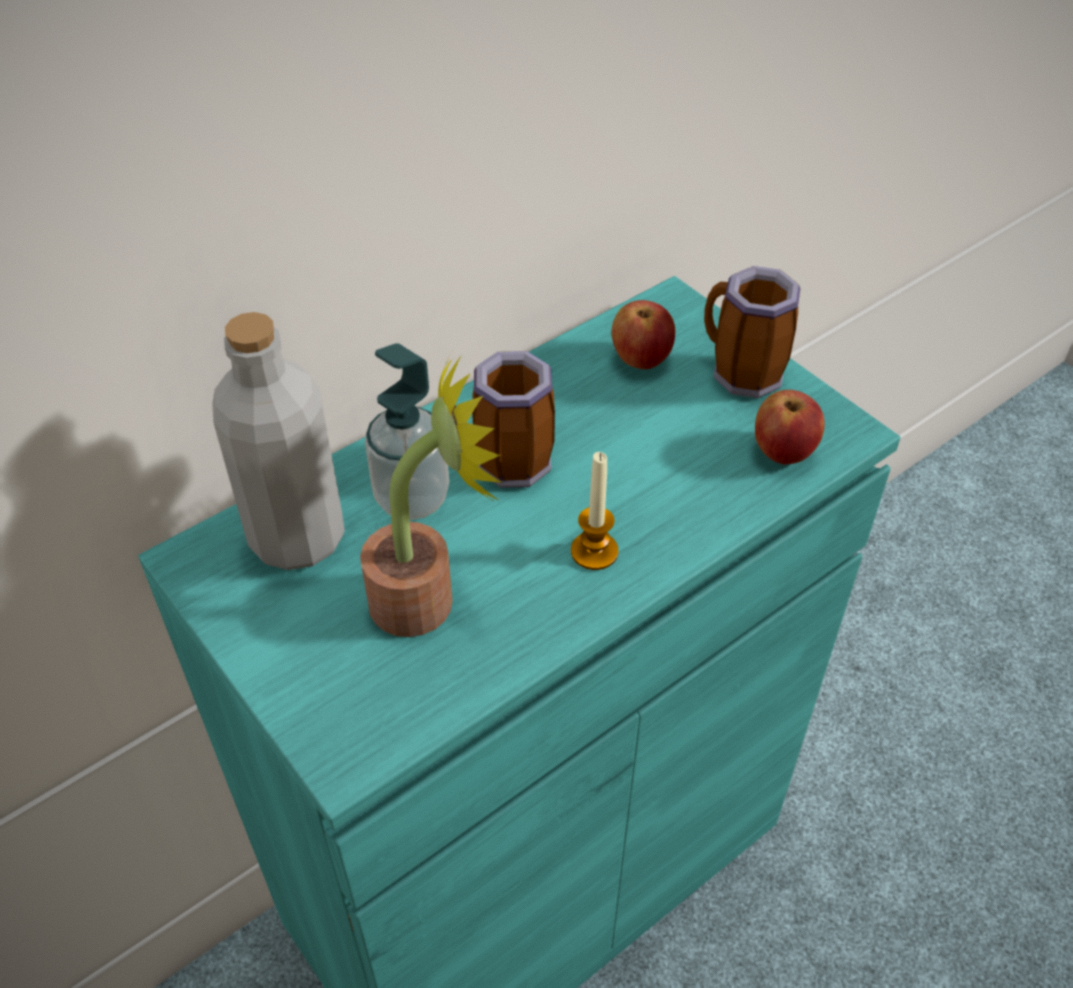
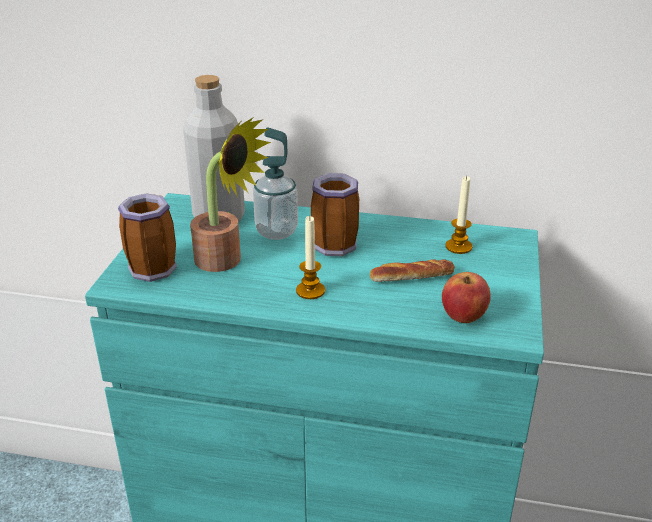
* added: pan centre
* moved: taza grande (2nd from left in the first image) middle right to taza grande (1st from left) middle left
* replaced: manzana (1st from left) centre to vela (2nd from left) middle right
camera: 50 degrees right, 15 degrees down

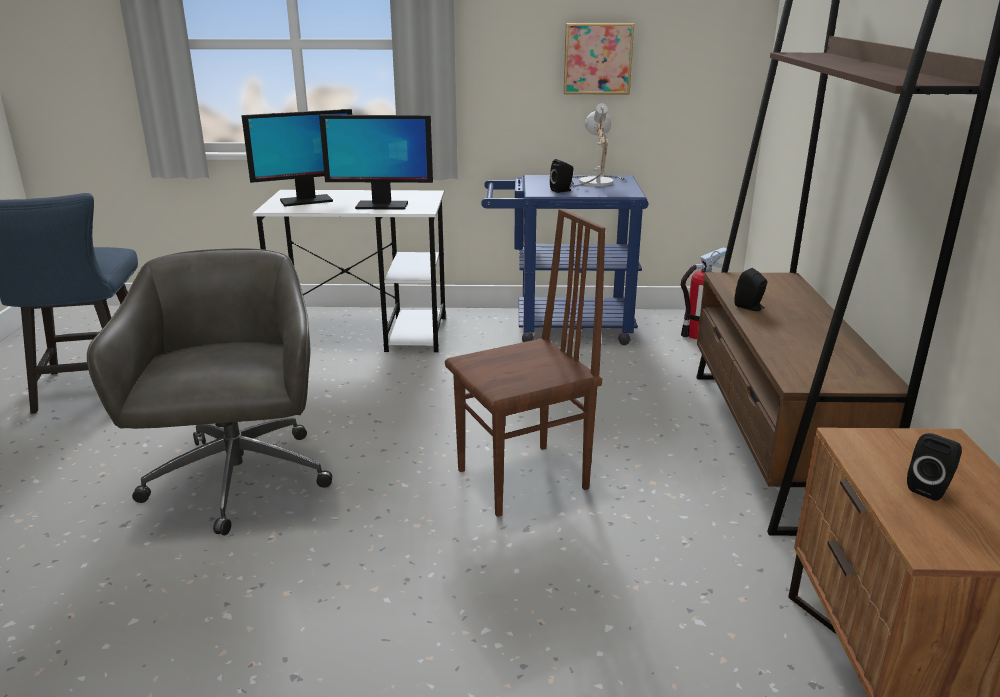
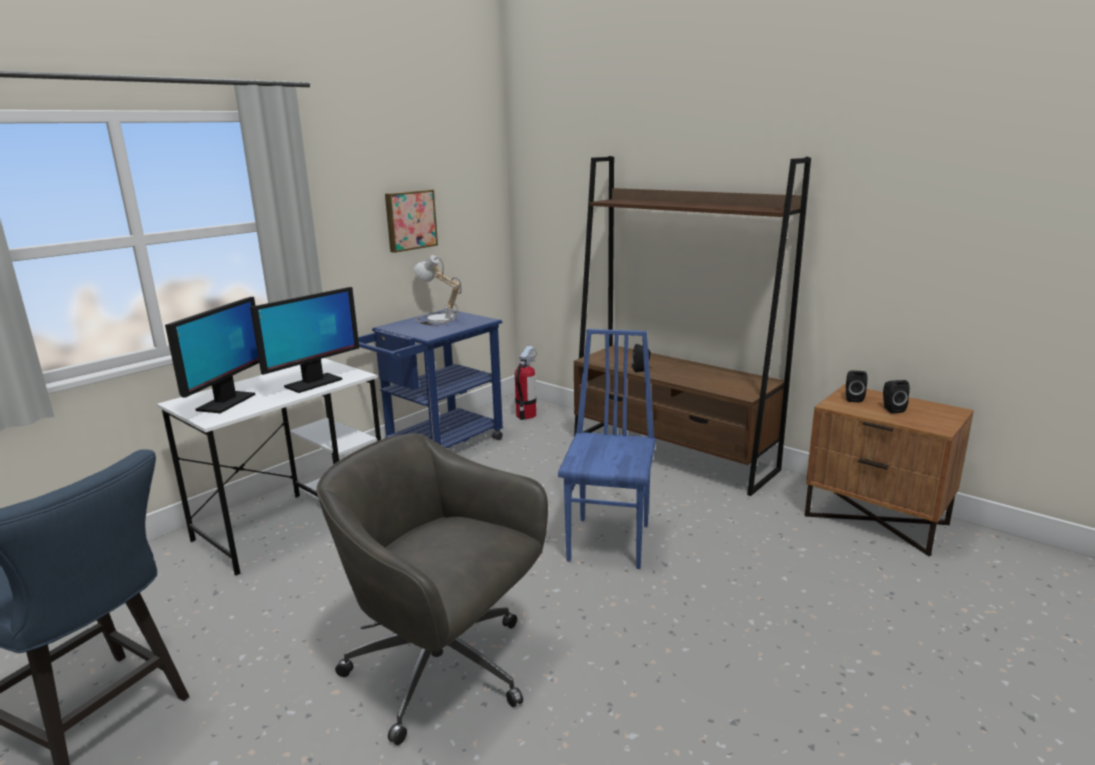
* moved: altavoz/negro (1st from left in the first image) top centre to altavoz/negro (2nd from left) middle right
* recoloured: silla/marrón centre to silla/azul (2nd from left) centre
camera: 50 degrees left, 5 degrees down

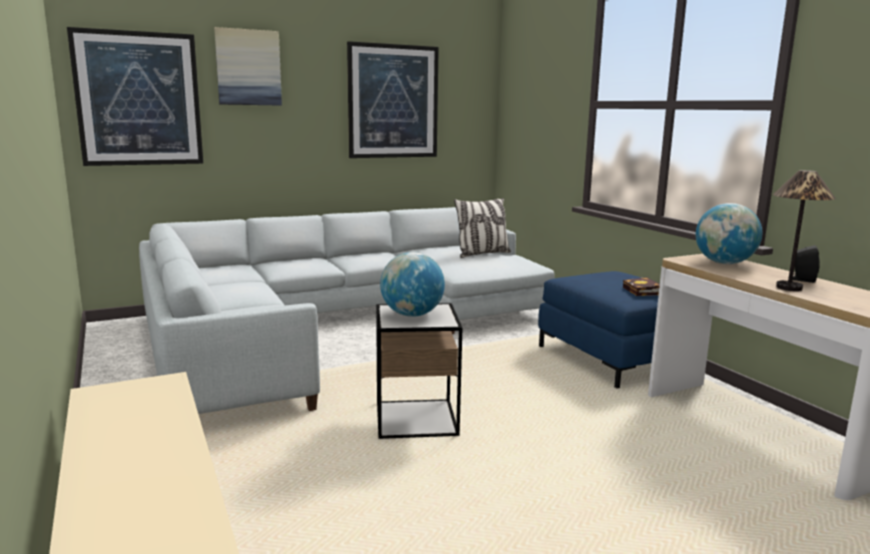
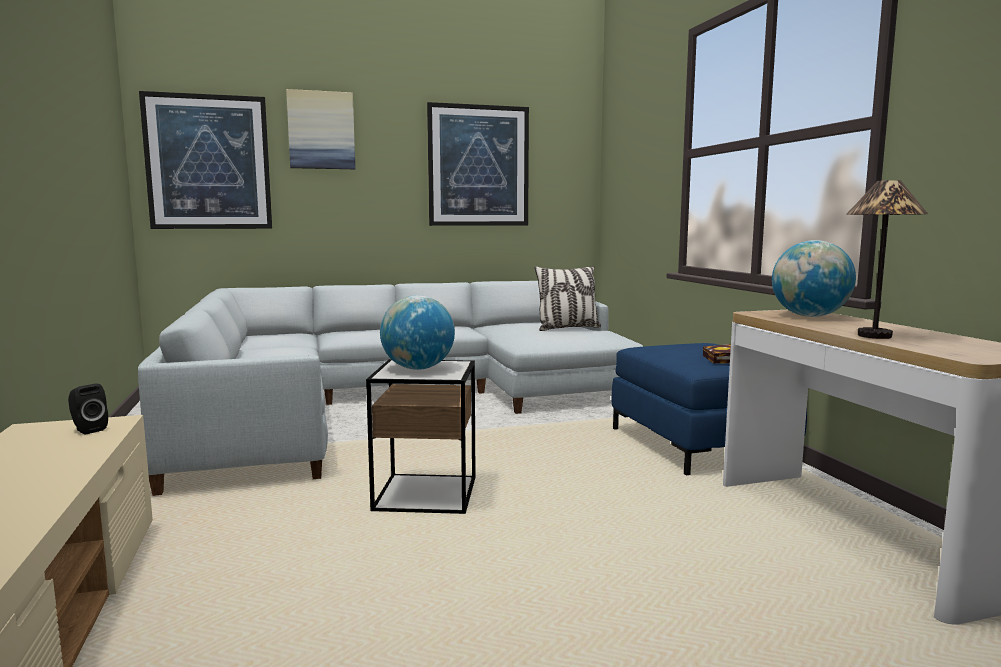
* moved: altavoz/negro middle right to middle left
camera: 10 degrees right, 5 degrees down

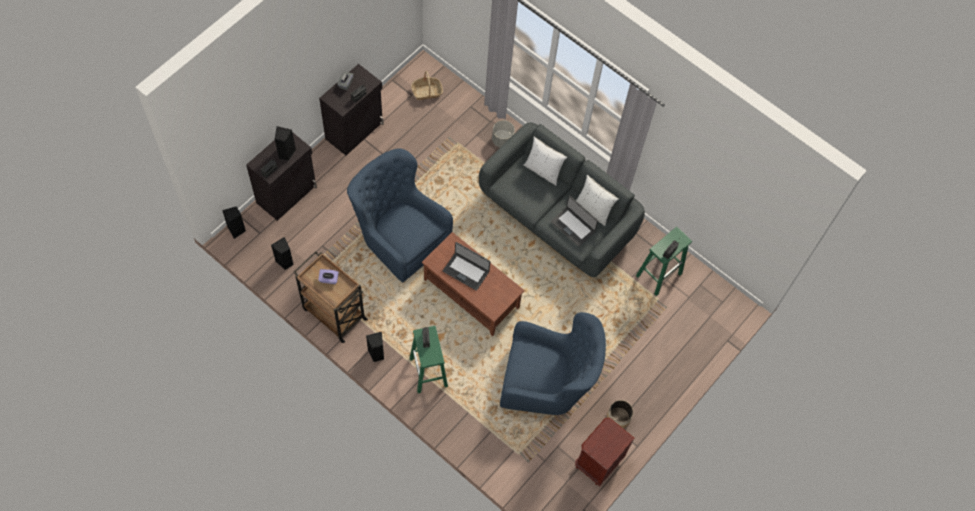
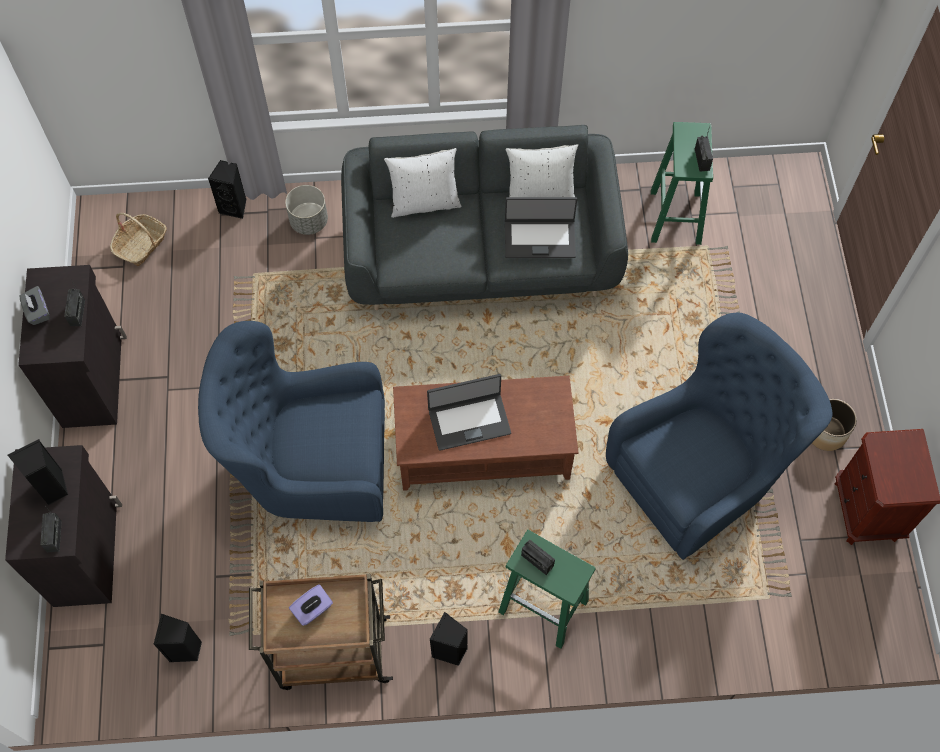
* moved: altavoz/negro (1st from left in the first image) middle left to altavoz/negro (3rd from left) top left
camera: 40 degrees left, 0 degrees up

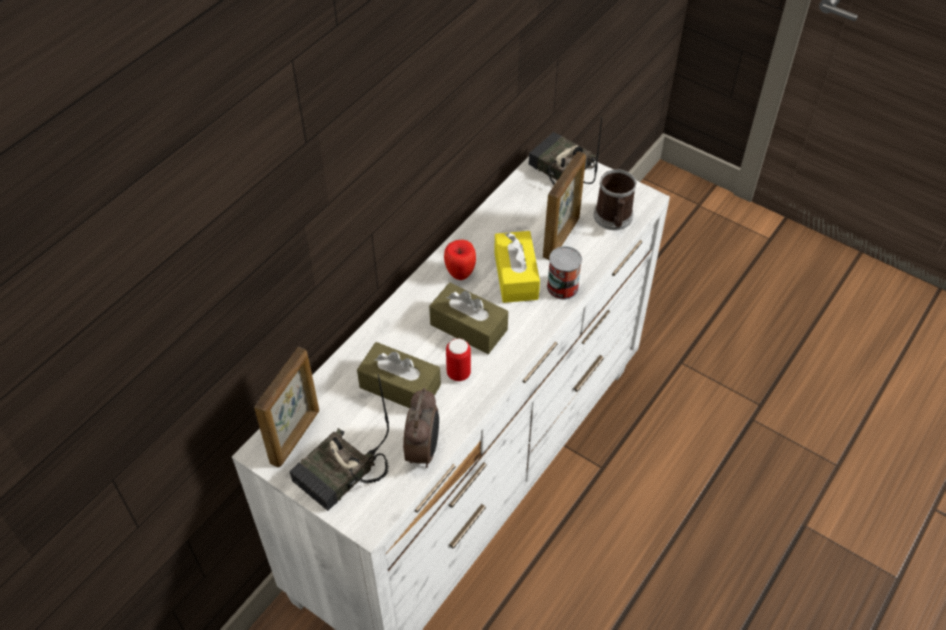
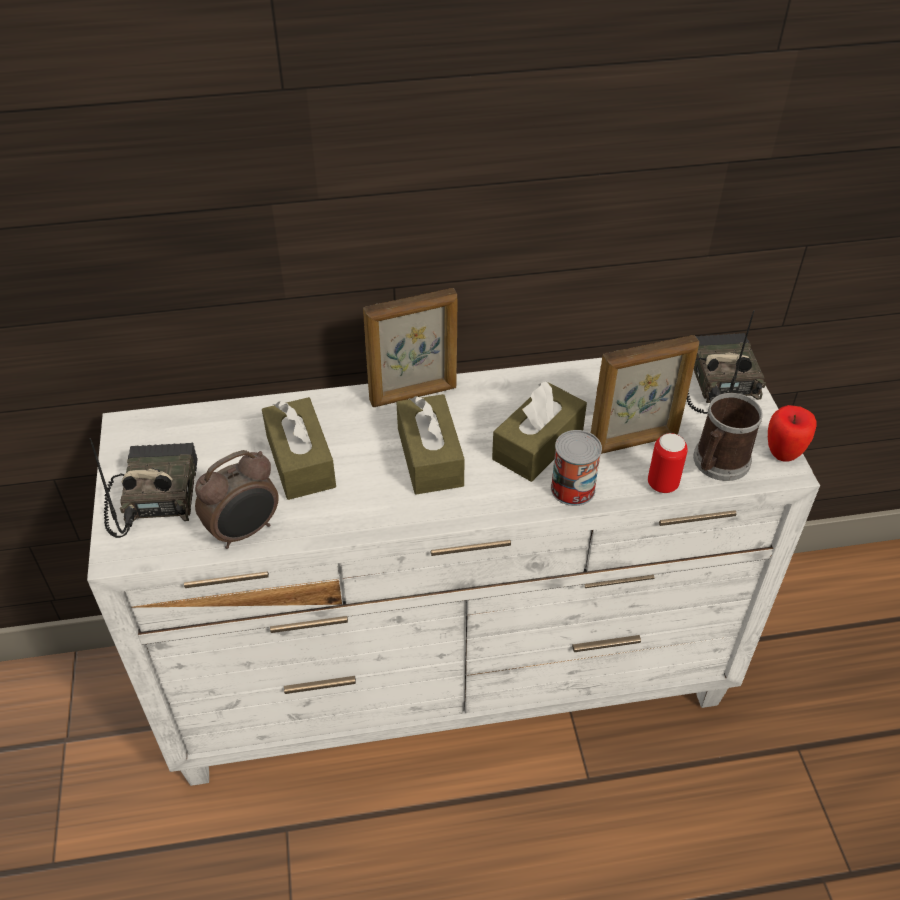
* moved: portarretratos (1st from left) middle left to centre
* moved: manzana centre to middle right
* moved: lata (1st from left in the first image) centre to lata (2nd from left) middle right
* recoloured: caja de pañuelos/amarillo centre to caja de pañuelos/marrón (3rd from left) centre
* turned: radio (1st from left) bottom centre = middle left 90 degrees clockwise
camera: 45 degrees right, 5 degrees down

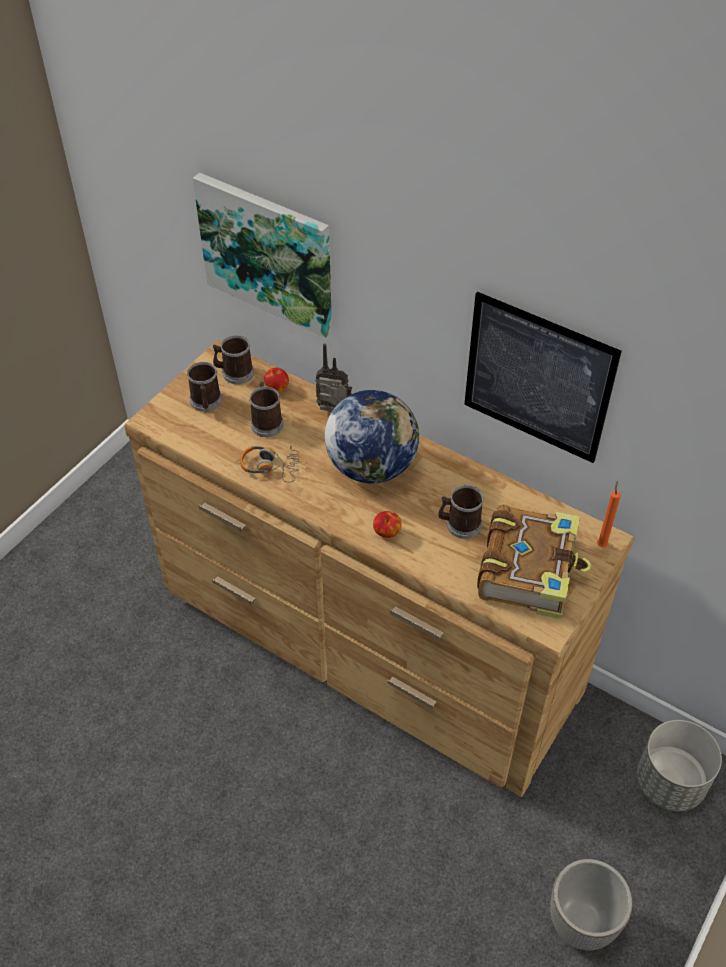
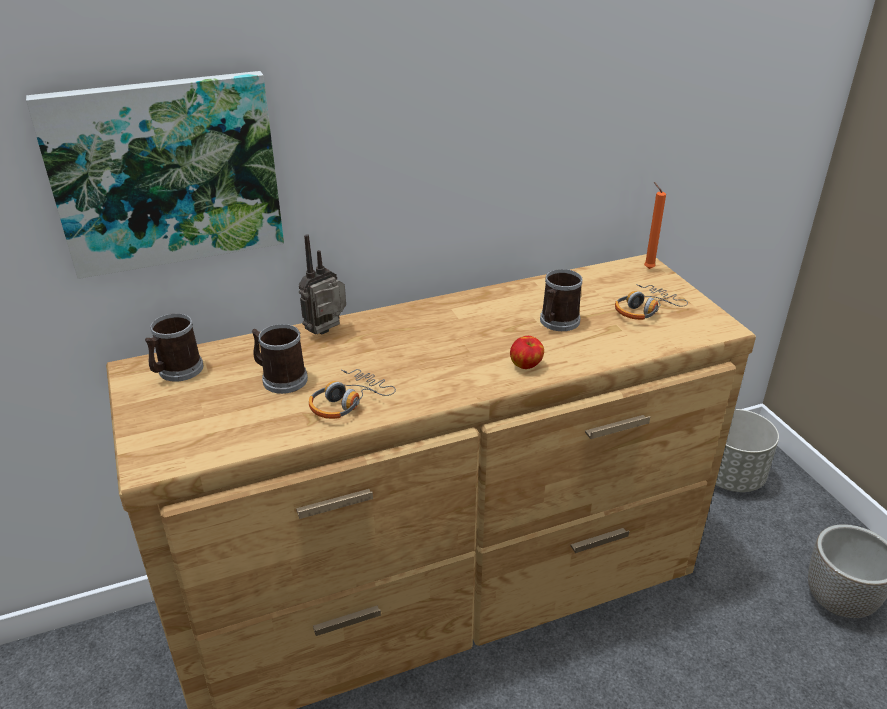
* removed: taza grande (1st from left) middle left
* removed: manzana (1st from left) centre
* removed: globo terráqueo centre
* removed: cuadro (2nd from left) middle right
* replaced: libro middle right to auriculares (2nd from left) middle right
camera: 55 degrees left, 15 degrees down

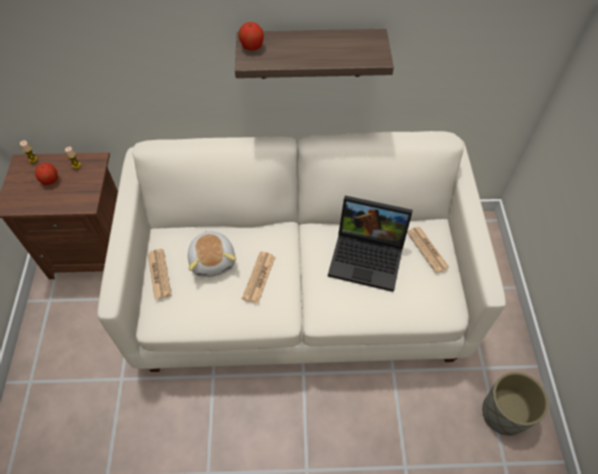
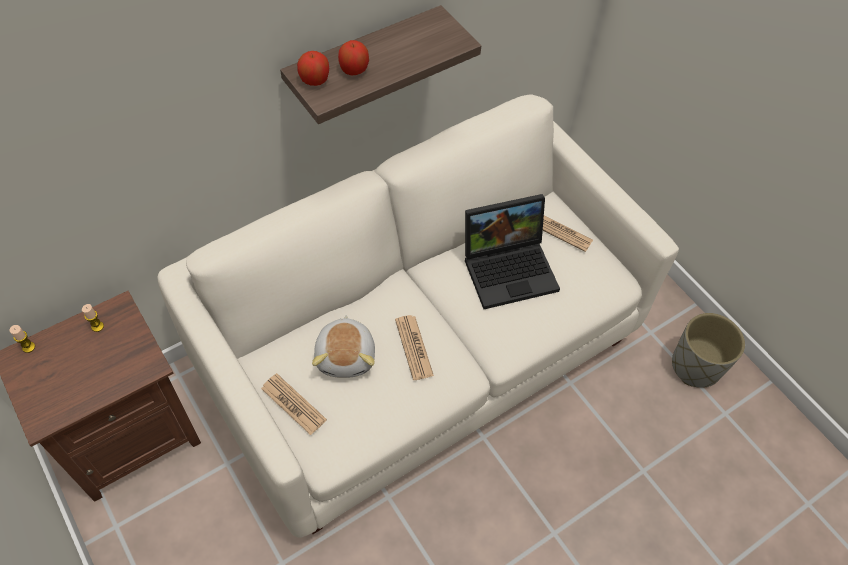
* moved: manzana (1st from left in the first image) middle left to manzana (2nd from left) top centre
* turned: peluche centre = centre 45 degrees clockwise
camera: 35 degrees left, 0 degrees up

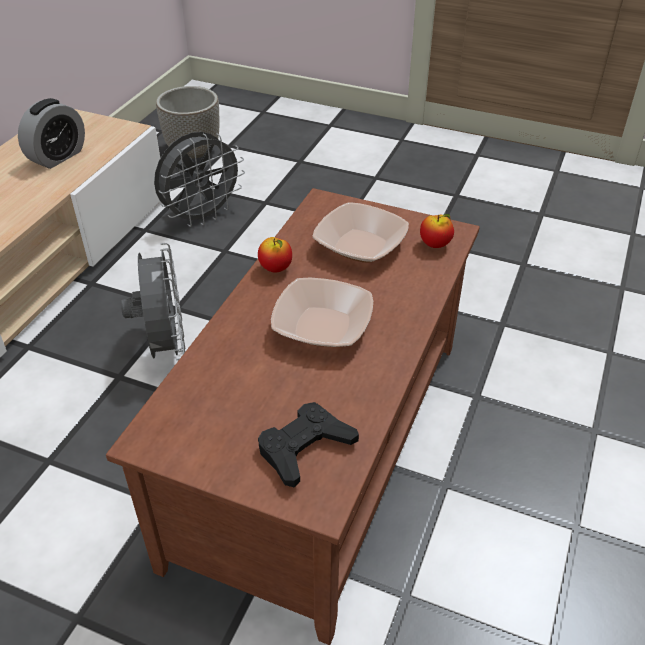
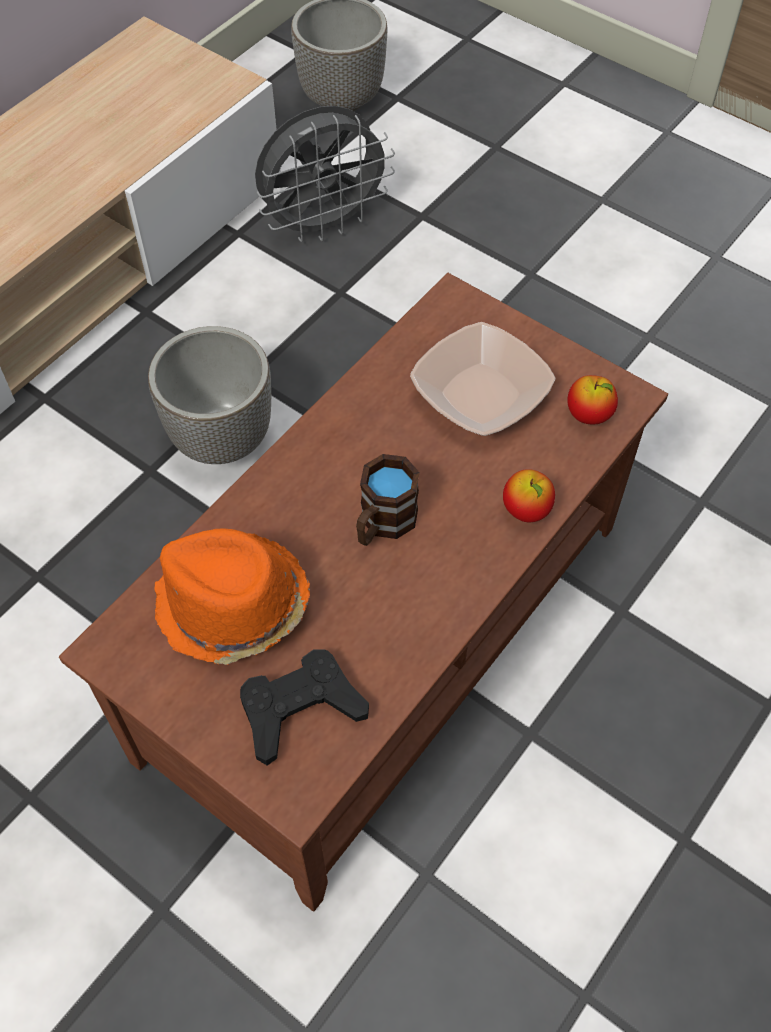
* removed: despertador top left
* added: sombrero/naranja middle left
* moved: manzana (1st from left) centre to middle right
* replaced: ventilador/gris (1st from left) middle left to maceta (1st from left) middle left
* replaced: cuenco (1st from left) centre to taza grande/marrón centre
camera: 15 degrees right, 15 degrees up

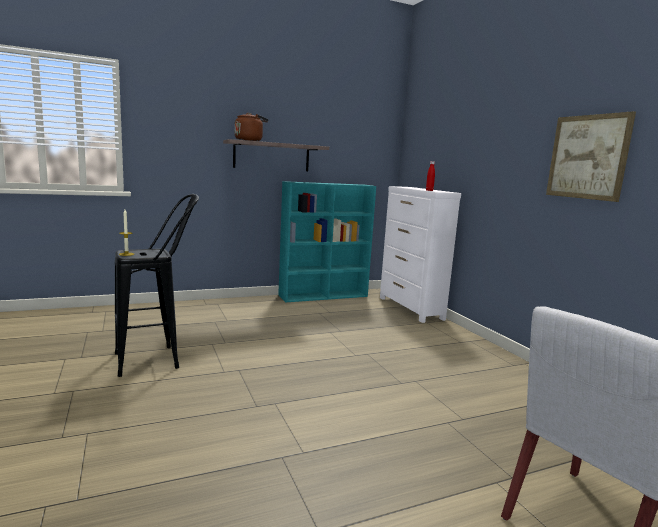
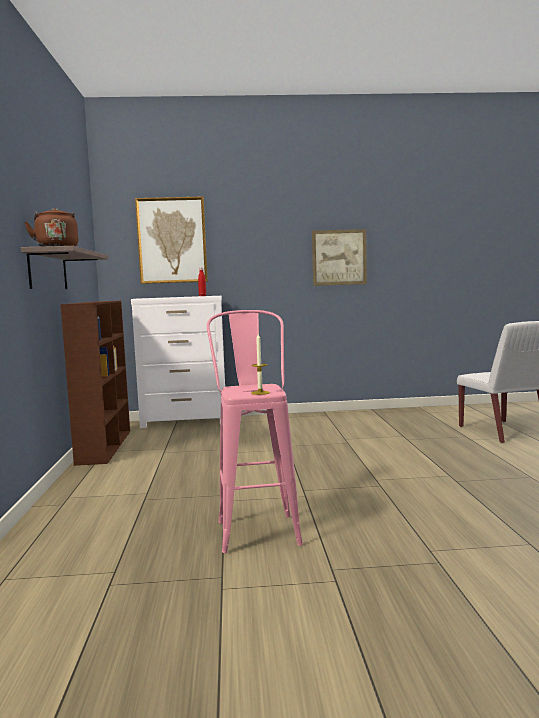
* added: cuadro (1st from left) middle left
* recoloured: taburete/negro middle left to taburete/rosa centre
* recoloured: estantería/turquesa centre to estantería/marrón middle left
camera: 70 degrees left, 5 degrees down

